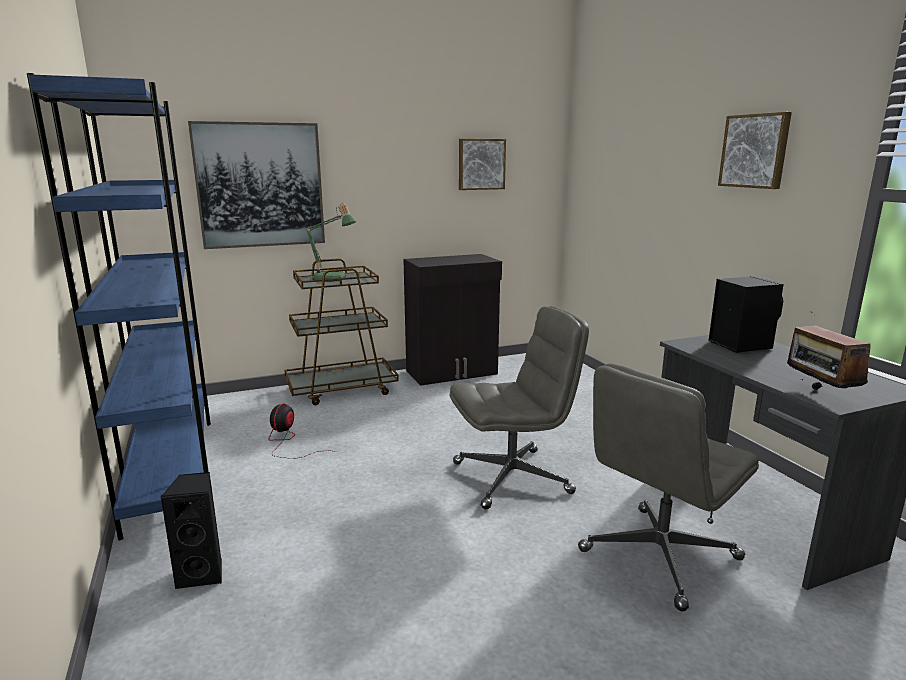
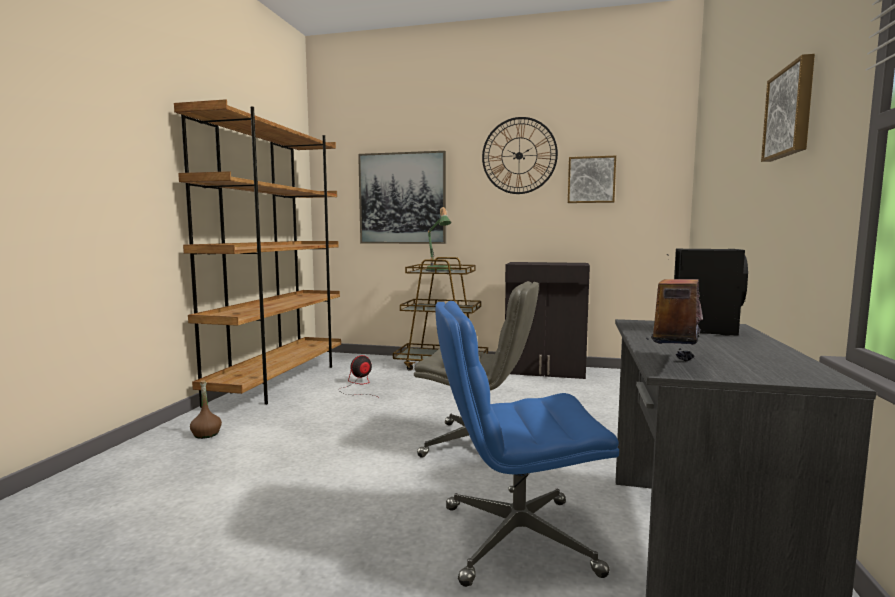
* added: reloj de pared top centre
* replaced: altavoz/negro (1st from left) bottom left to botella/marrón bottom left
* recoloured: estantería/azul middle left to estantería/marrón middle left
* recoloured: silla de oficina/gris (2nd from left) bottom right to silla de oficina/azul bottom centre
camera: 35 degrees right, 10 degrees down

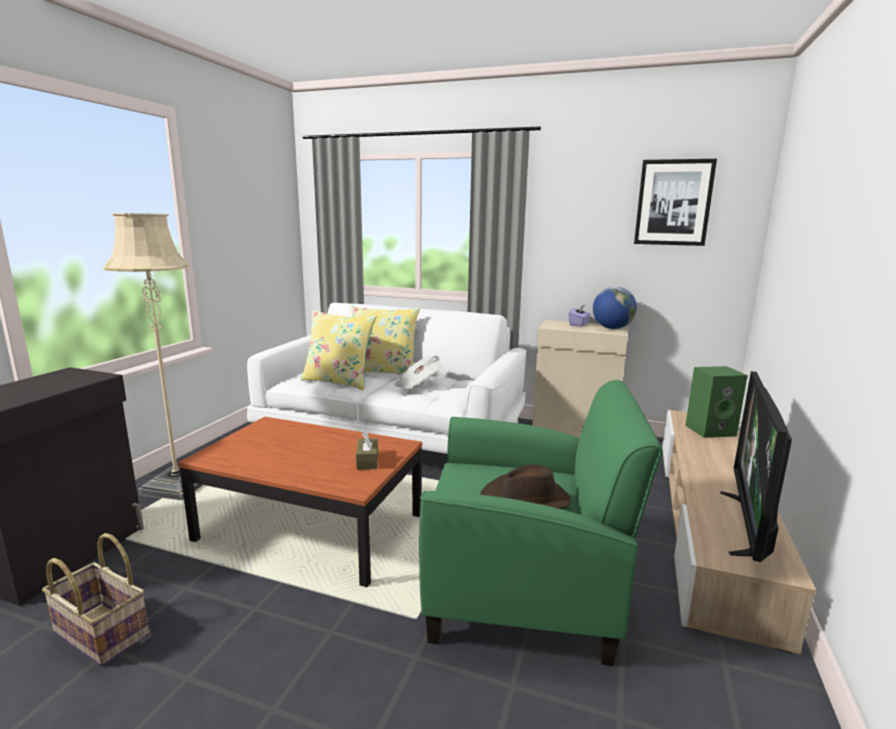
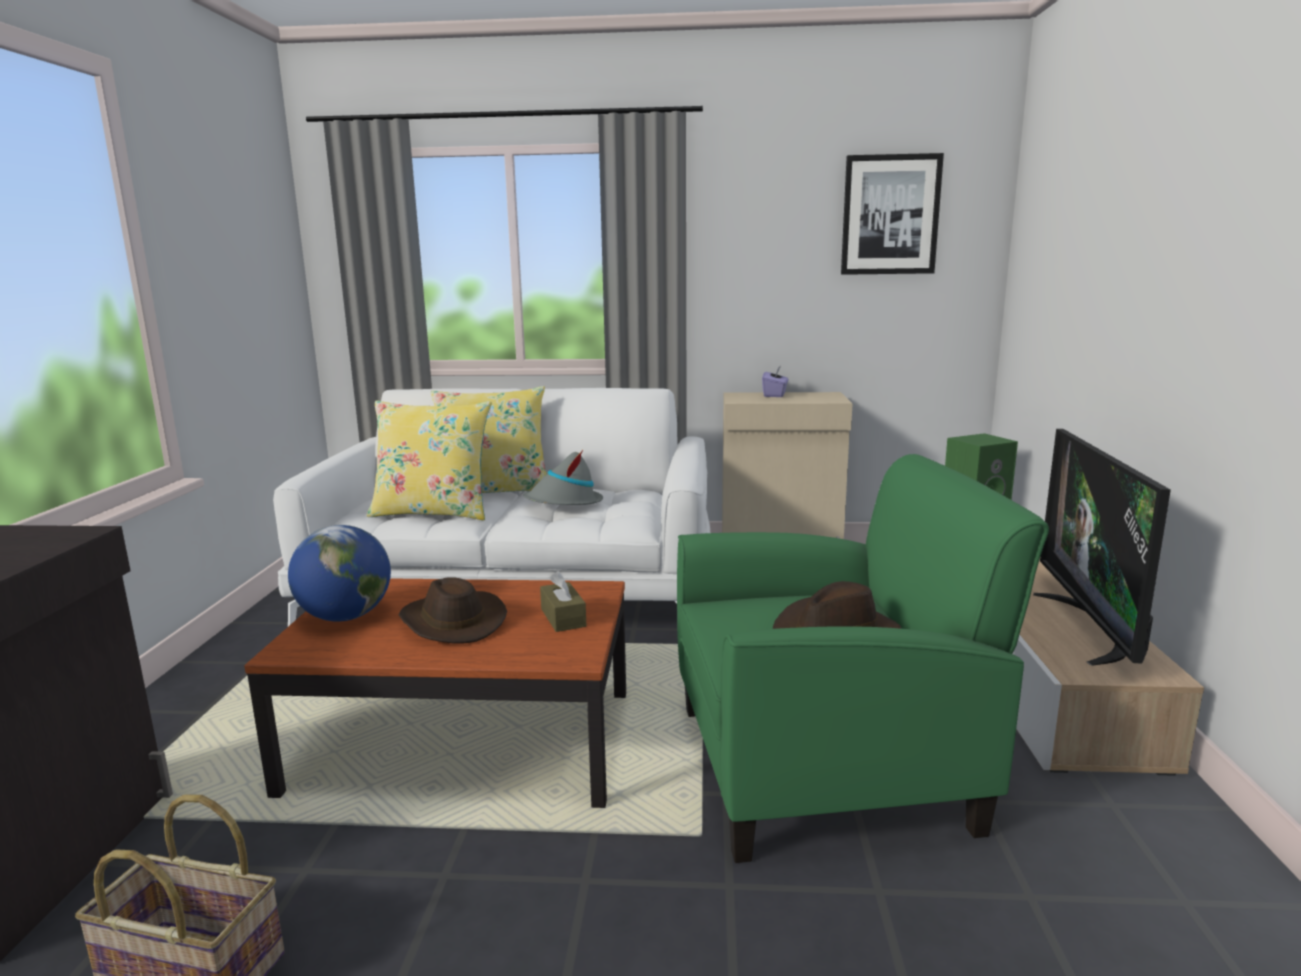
* removed: lámpara de pie/beis middle left
* added: sombrero/marrón (1st from left) centre
* moved: globo terráqueo middle right to middle left
* replaced: periódico centre to sombrero/gris centre
camera: 15 degrees left, 0 degrees up

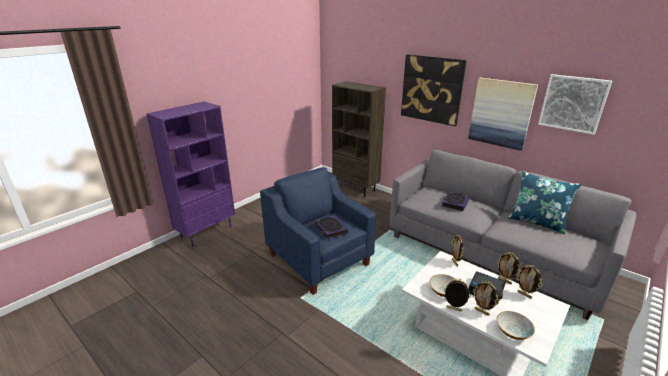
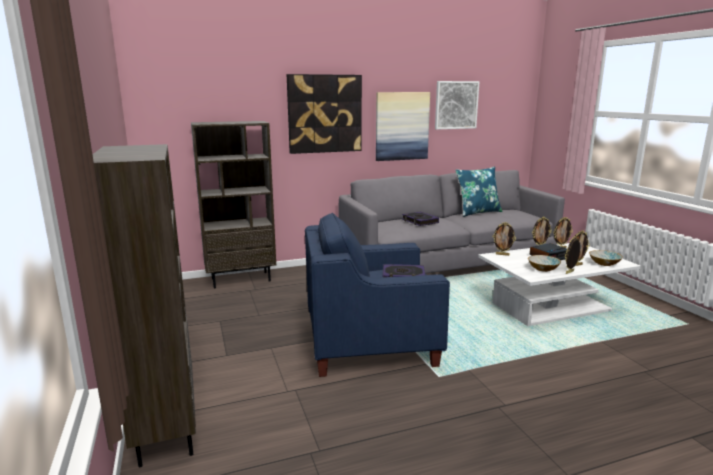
* recoloured: estantería/morado middle left to estantería/marrón (1st from left) middle left
camera: 60 degrees left, 10 degrees down

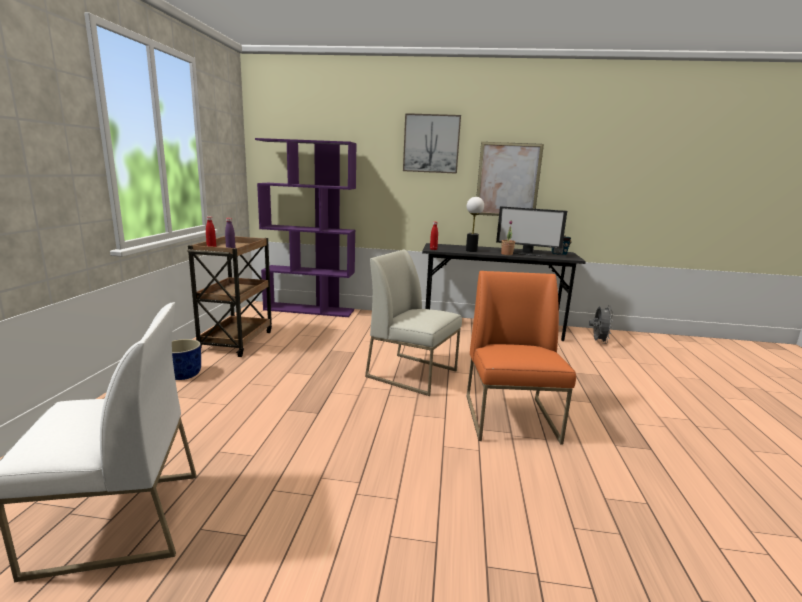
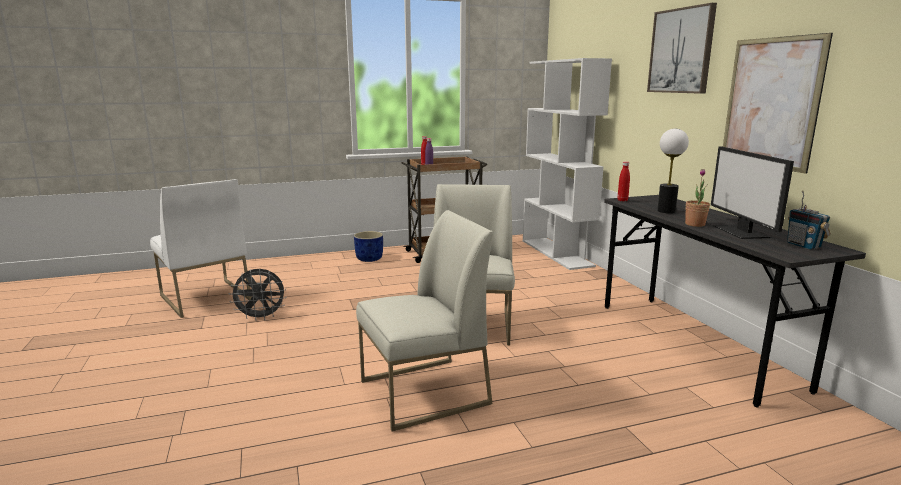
* moved: ventilador/gris middle right to middle left
* recoloured: estantería/morado centre to estantería/blanco centre
* recoloured: silla/naranja centre to silla/blanco (2nd from left) centre
camera: 65 degrees right, 0 degrees up

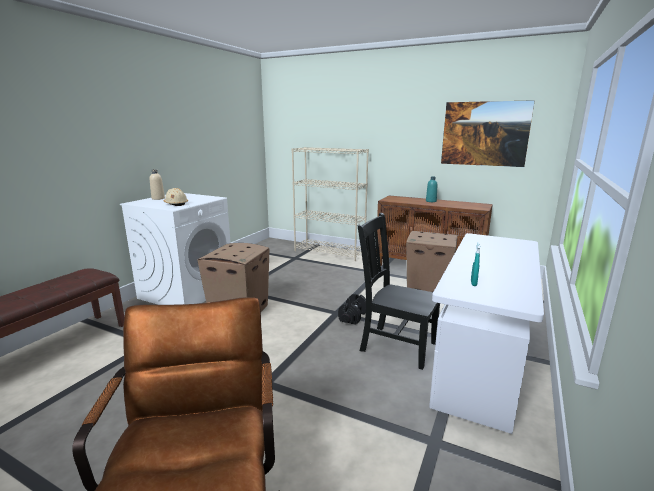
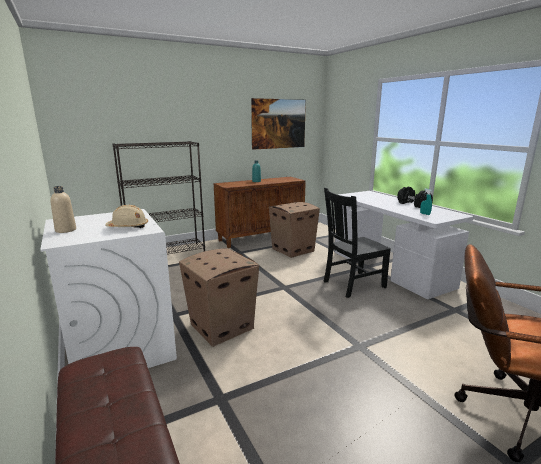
* moved: mancuerna/negro centre to middle right
* recoloured: estantería/beis centre to estantería/negro middle left
camera: 55 degrees left, 0 degrees up

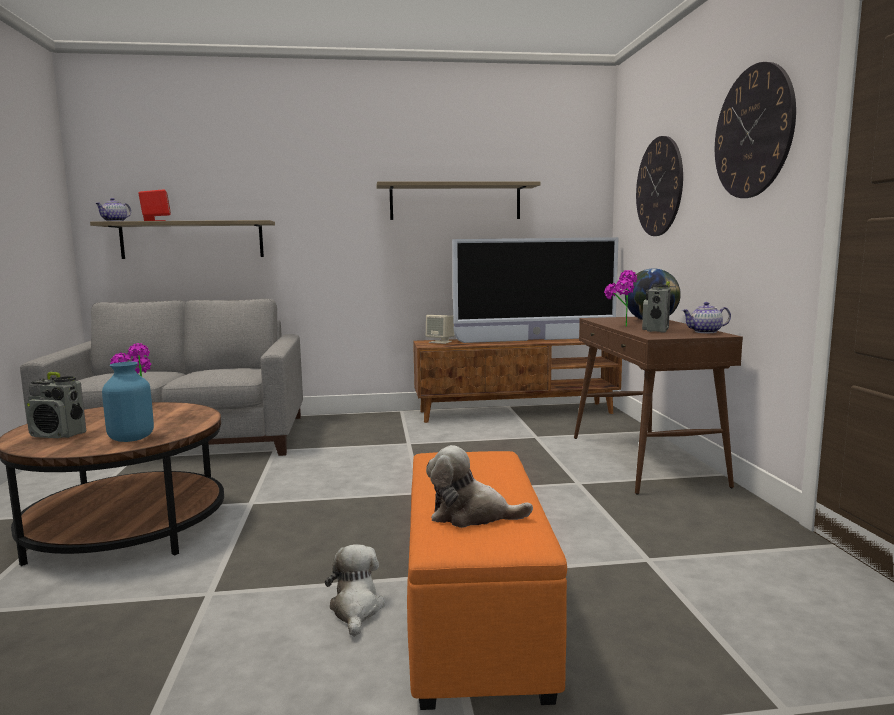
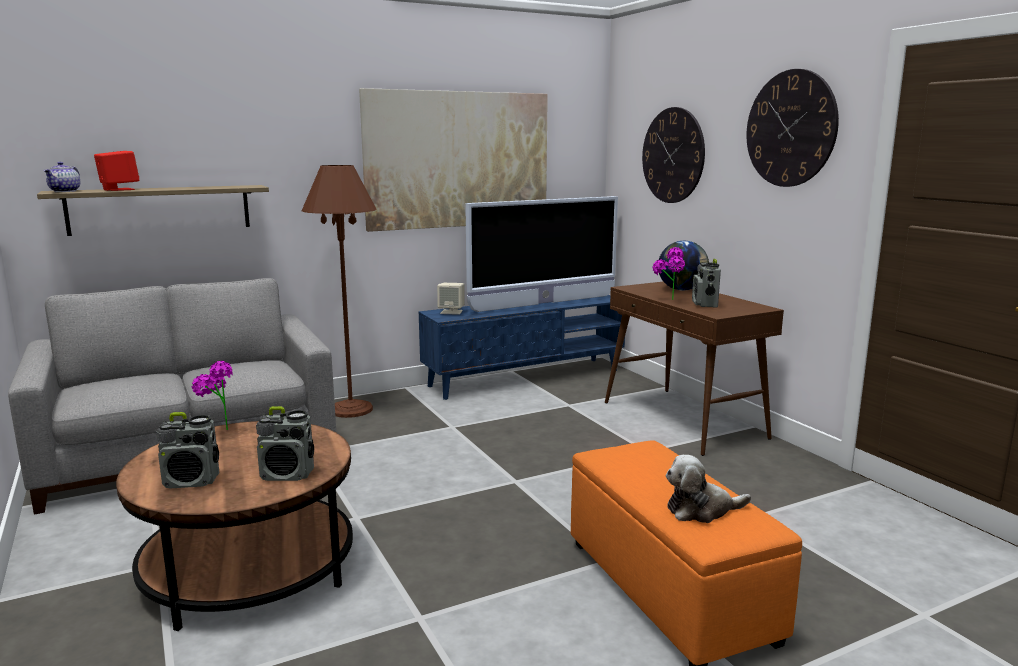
* removed: peluche (1st from left) bottom centre
* removed: tetera (2nd from left) middle right
* added: lámpara de pie/marrón middle left
* replaced: florero/azul middle left to radio (2nd from left) middle left
* replaced: estante (2nd from left) top centre to cuadro top centre
* recoloured: mueble de televisión/marrón centre to mueble de televisión/azul centre
camera: 20 degrees left, 5 degrees up

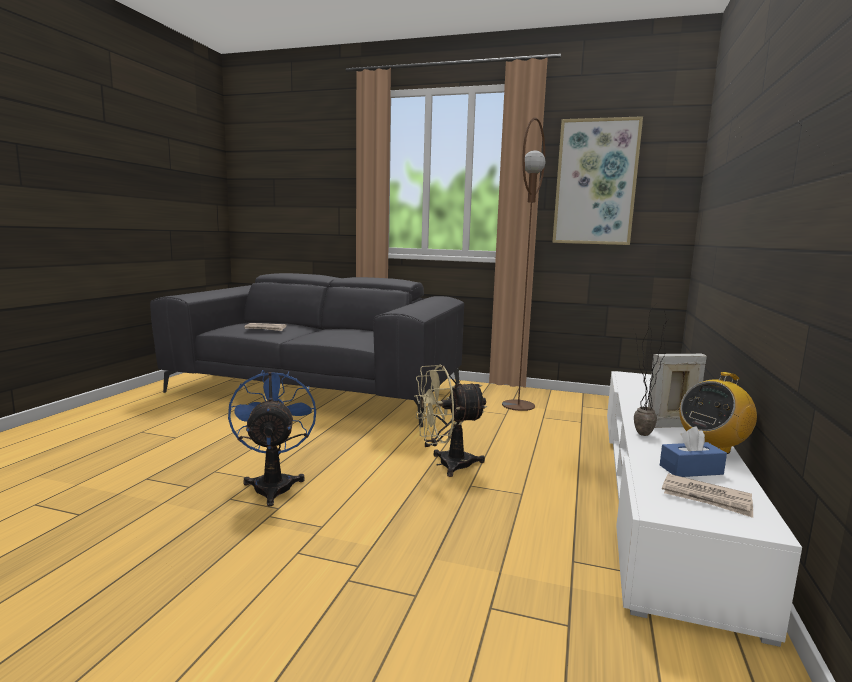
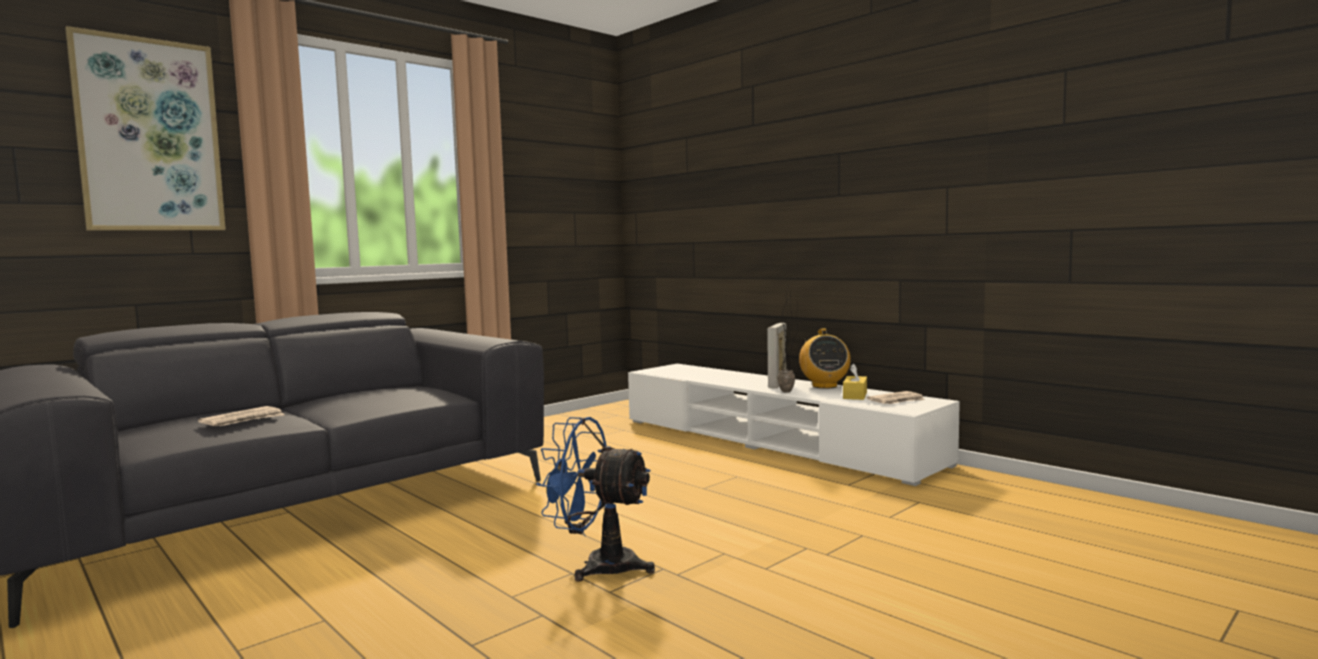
* removed: ventilador/beis centre
* removed: lámpara de pie/marrón centre
* moved: cuadro top right to top left
* recoloured: caja de pañuelos/azul middle right to caja de pañuelos/amarillo centre
camera: 60 degrees left, 5 degrees down

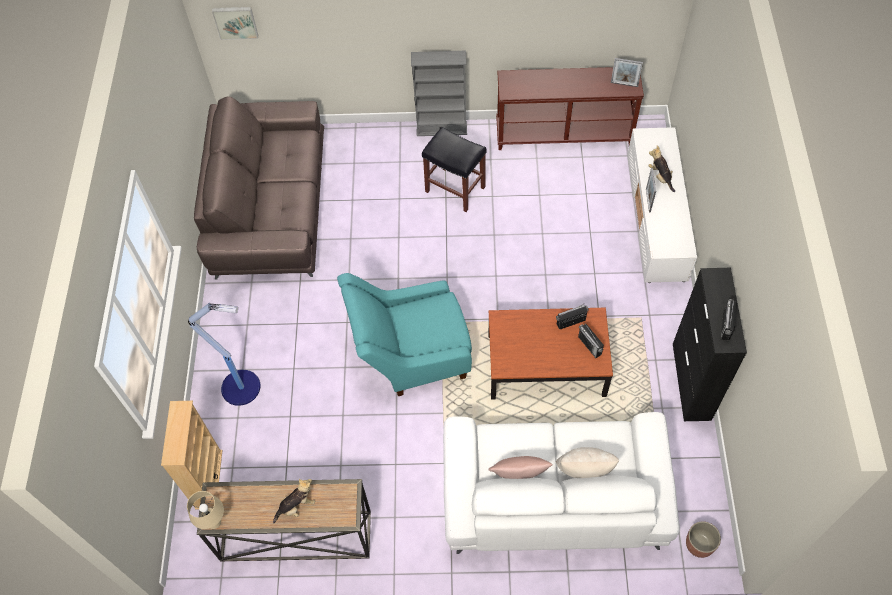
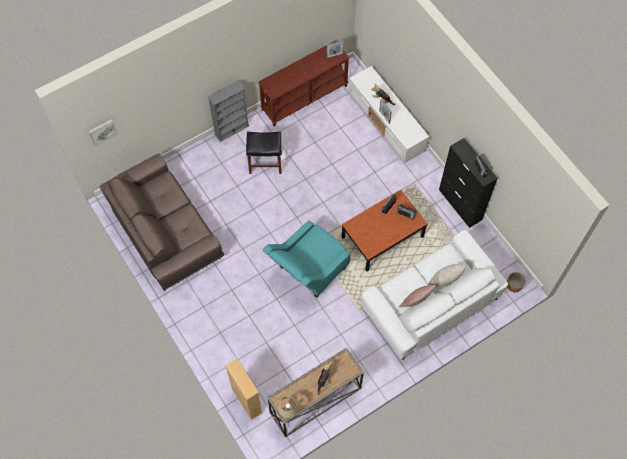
* removed: lámpara de pie middle left
camera: 35 degrees left, 5 degrees up

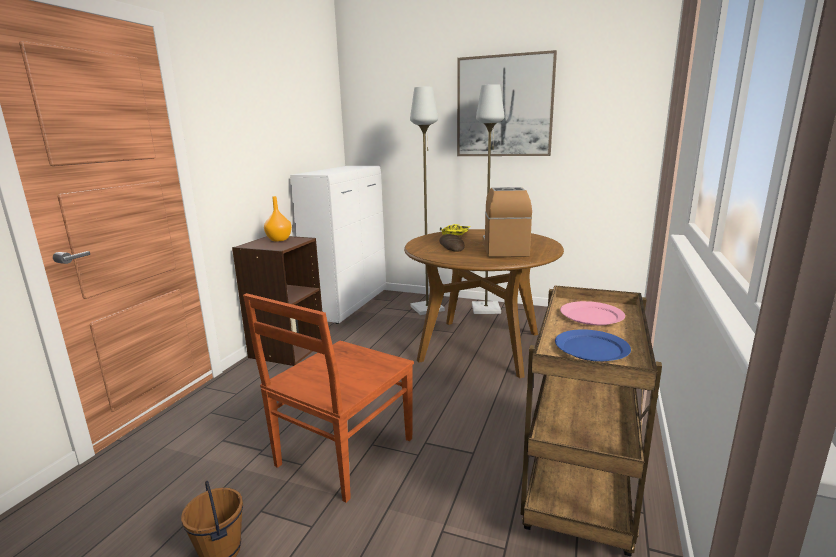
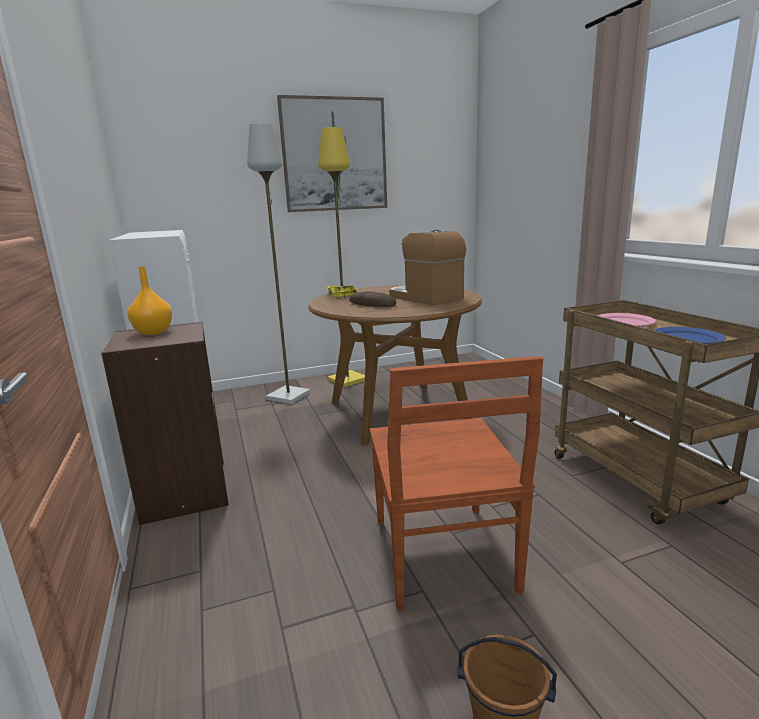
* recoloured: lámpara de pie/gris (2nd from left) centre to lámpara de pie/amarillo centre
camera: 40 degrees left, 0 degrees up

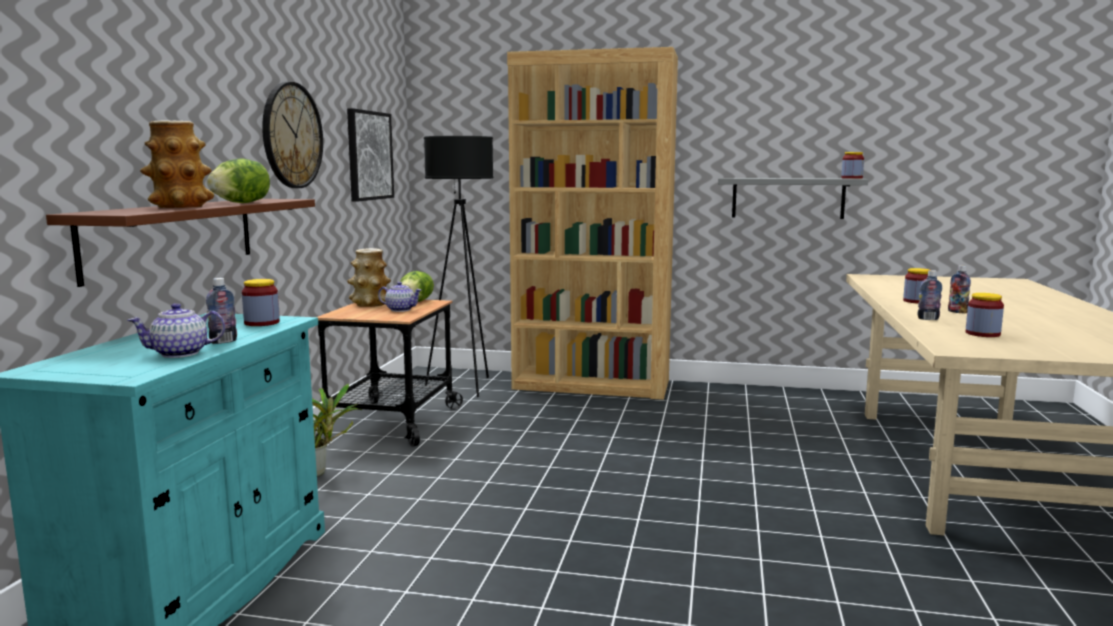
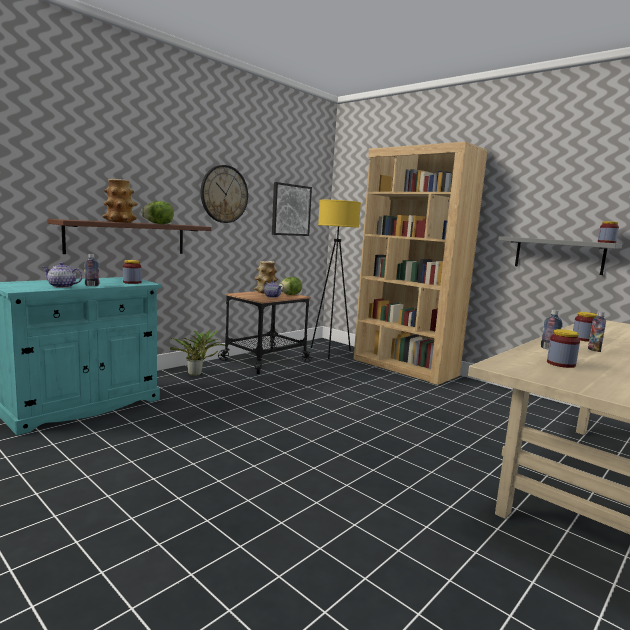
* recoloured: lámpara de pie/negro centre to lámpara de pie/amarillo centre
camera: 30 degrees right, 0 degrees up

